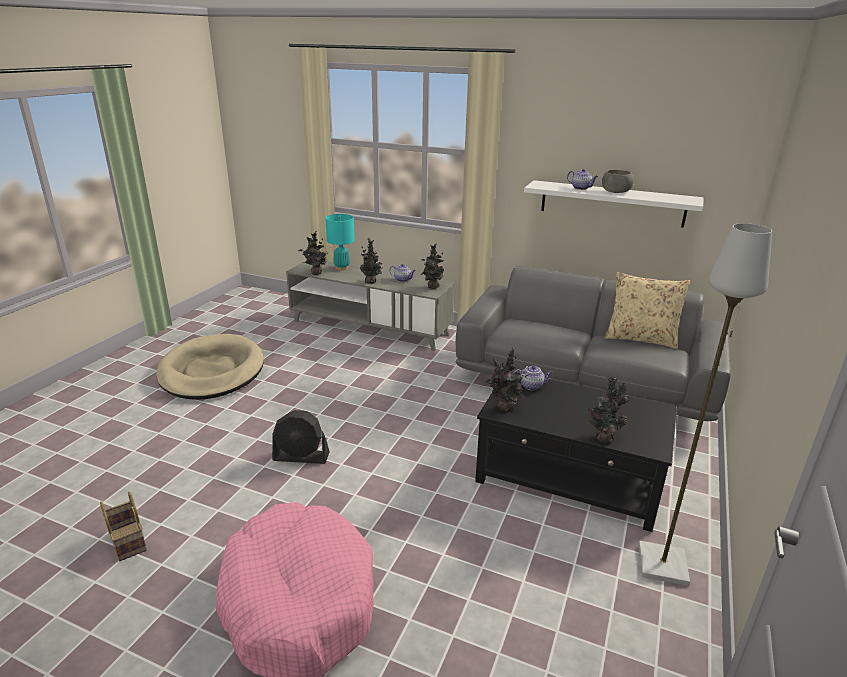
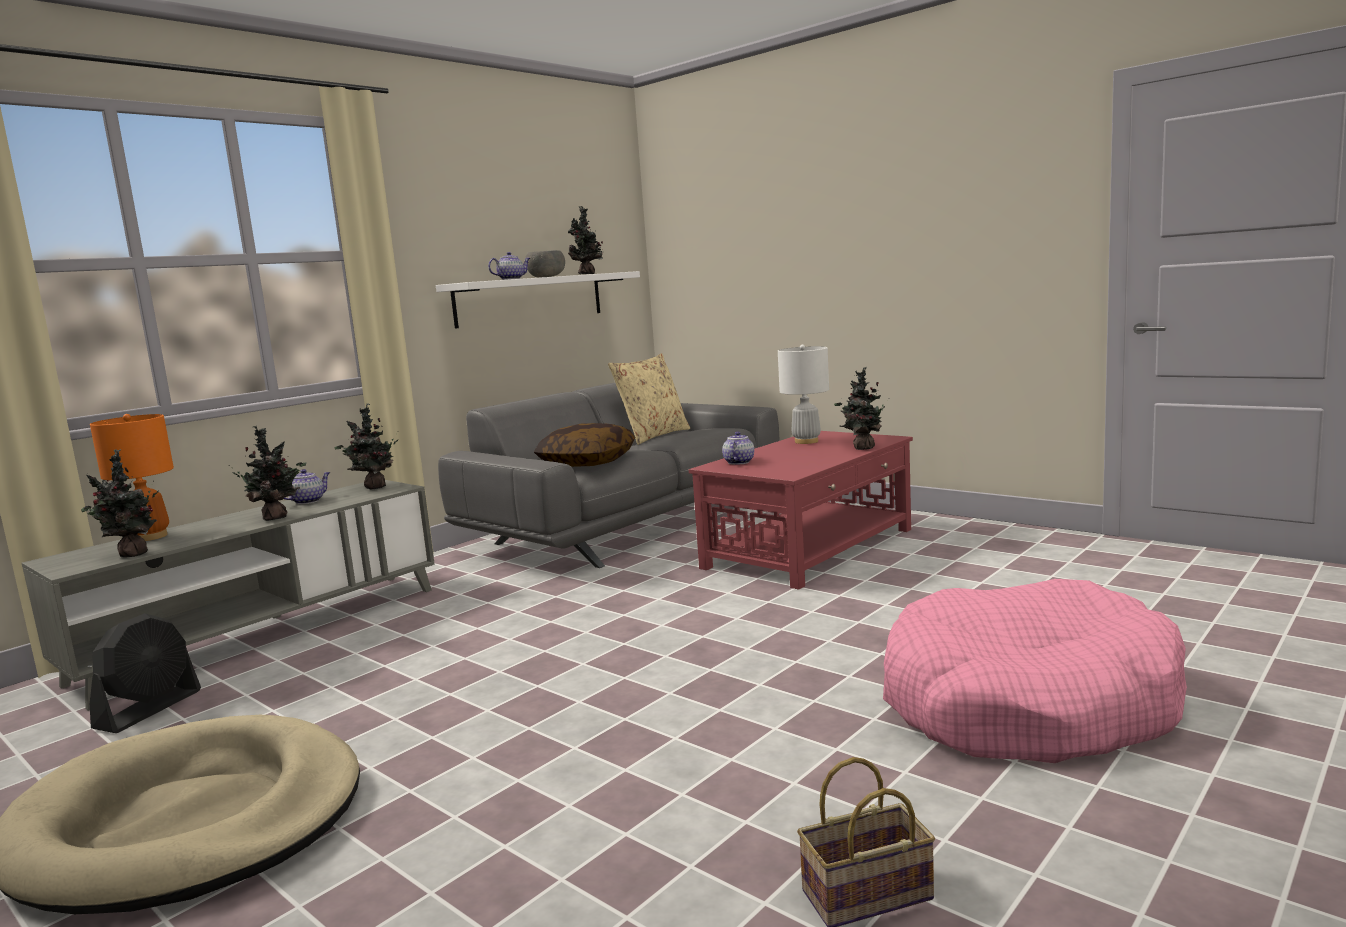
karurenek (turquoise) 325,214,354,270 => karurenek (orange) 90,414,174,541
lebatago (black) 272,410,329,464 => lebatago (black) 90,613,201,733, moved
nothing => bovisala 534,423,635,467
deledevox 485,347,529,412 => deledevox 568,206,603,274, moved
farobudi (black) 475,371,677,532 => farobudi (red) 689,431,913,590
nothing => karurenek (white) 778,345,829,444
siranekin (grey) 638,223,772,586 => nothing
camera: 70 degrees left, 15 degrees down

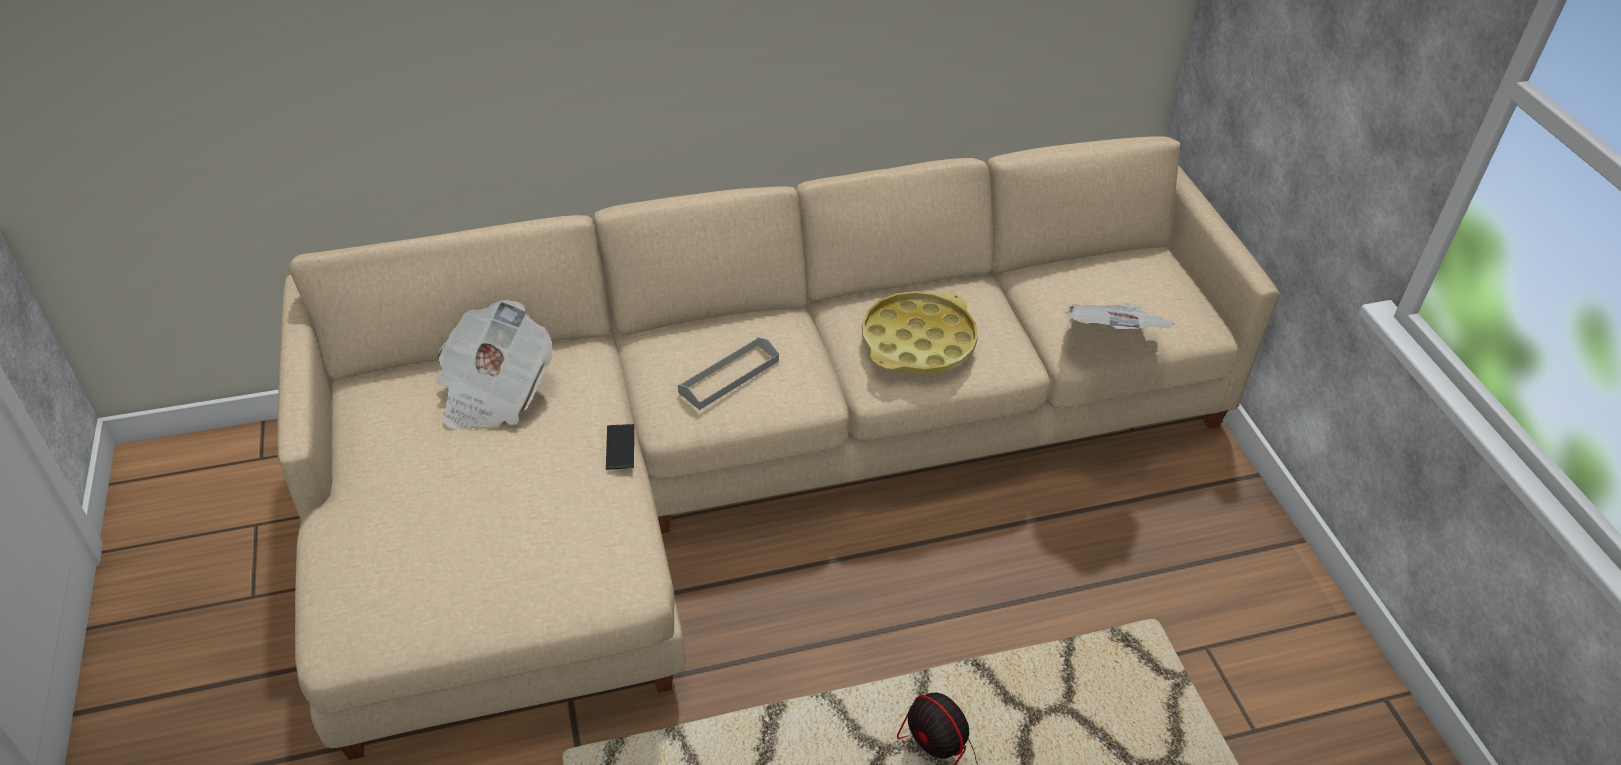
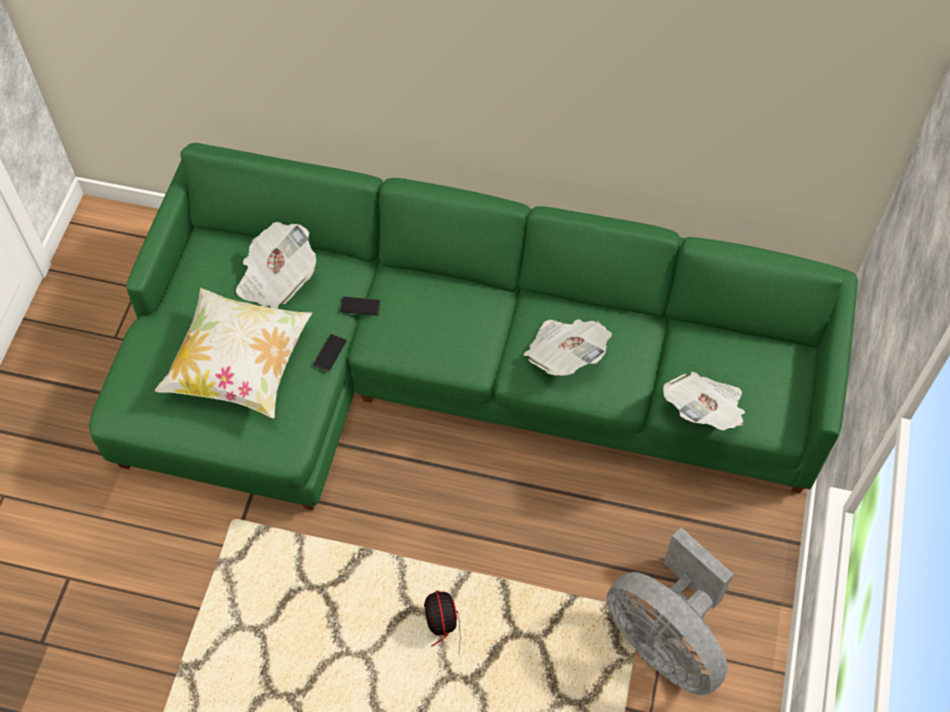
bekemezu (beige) 277,136,1280,760 => bekemezu (green) 89,143,858,510
nothing => bovisala 155,288,312,418
nothing => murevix 340,296,381,316
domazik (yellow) 862,291,978,375 => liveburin 523,319,612,376
nothing => lebatago (grey) 607,527,734,696
domazik (grey) 678,337,779,410 => nothing
camera: 30 degrees right, 15 degrees up

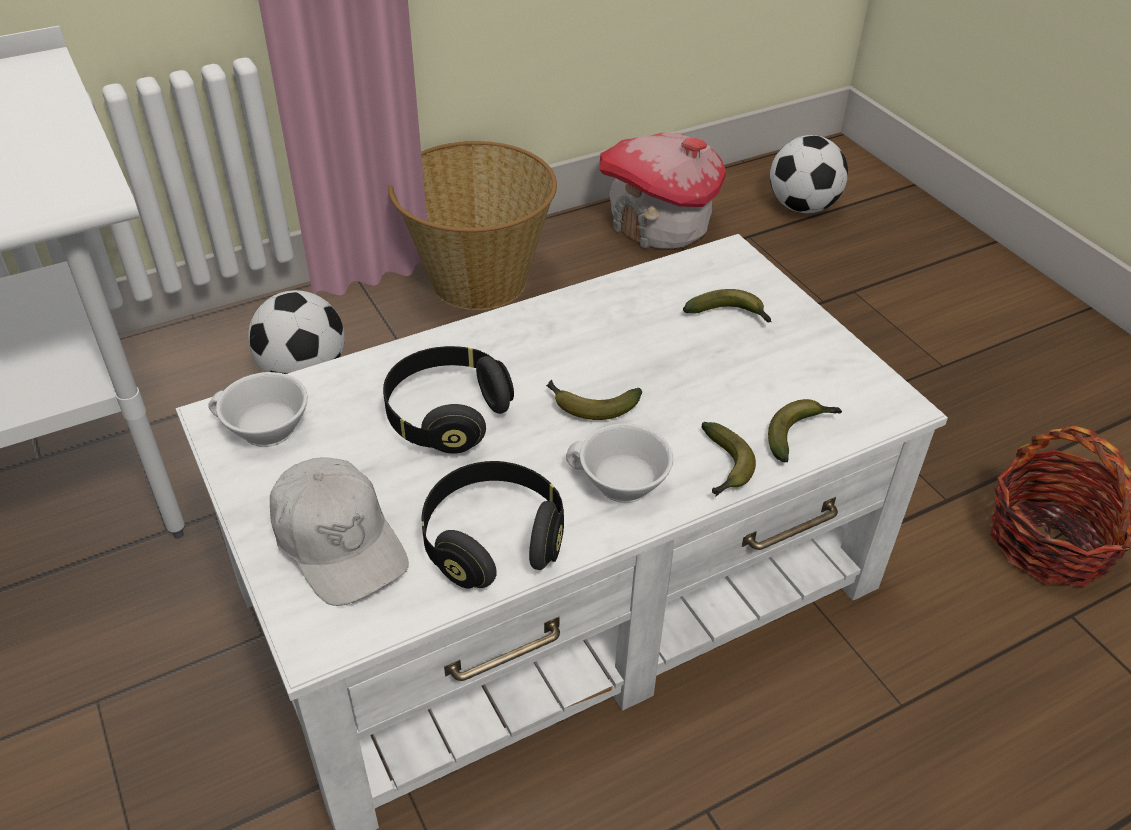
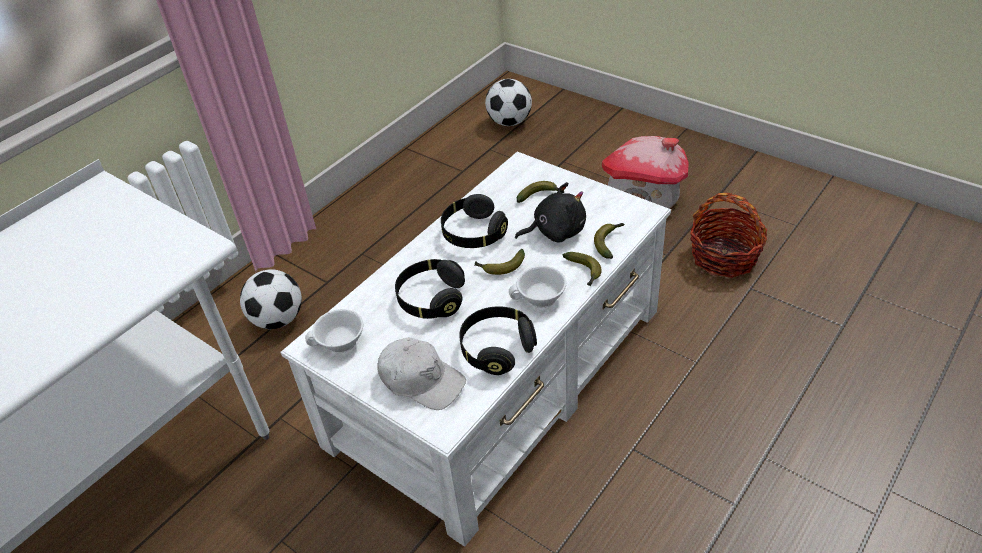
nothing => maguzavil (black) 441,194,508,248
nothing => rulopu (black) 515,182,586,243
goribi 599,132,726,249 => goribi 602,136,689,209, moved
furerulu 388,141,557,310 => nothing
camera: 20 degrees left, 0 degrees up

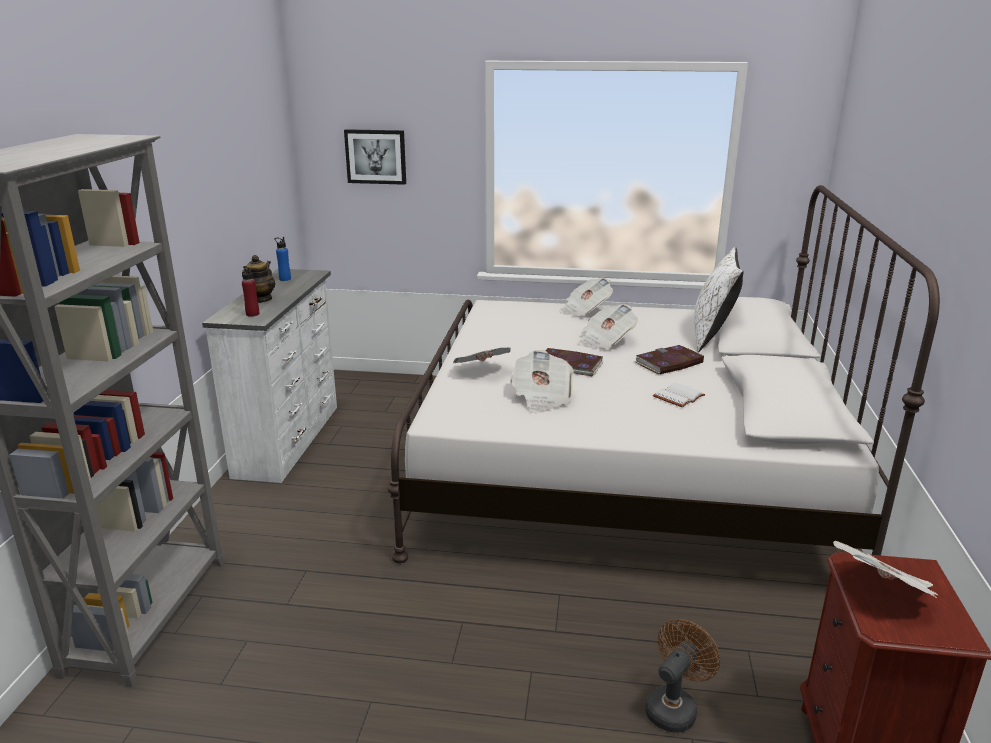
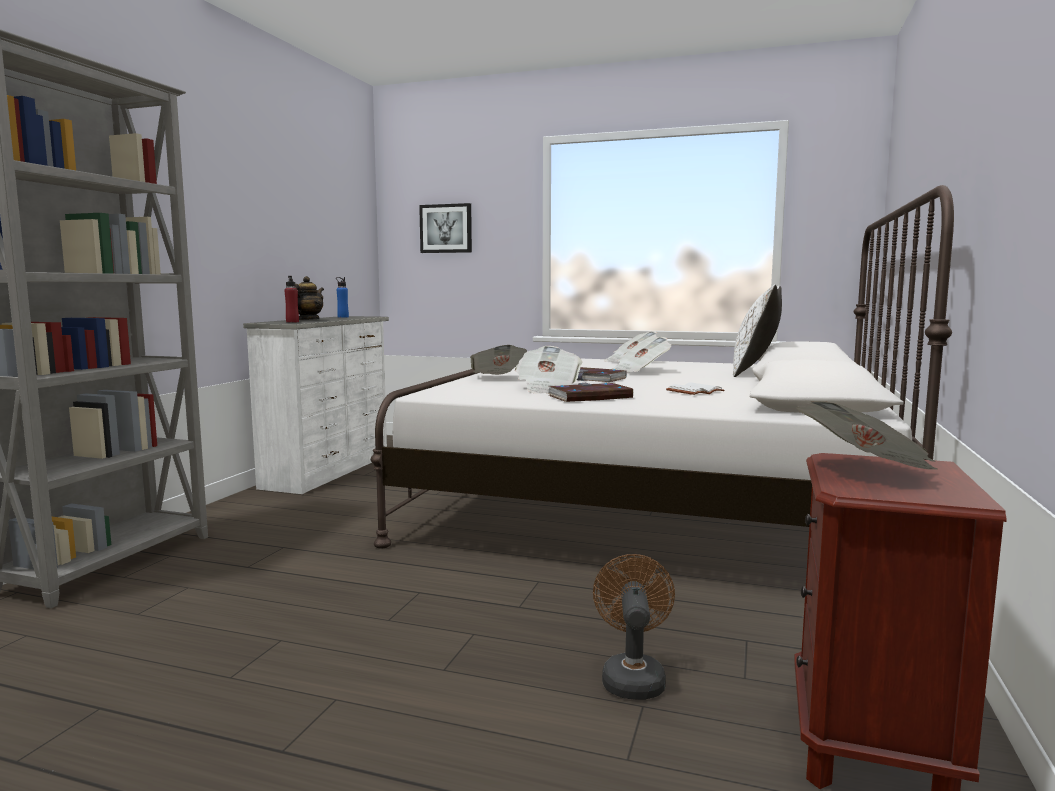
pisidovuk 635,345,704,374 => pisidovuk 547,383,633,402, moved
lebatago (brown) 645,619,720,733 => lebatago (brown) 593,554,675,700, 45 degrees counterclockwise
camera: 10 degrees right, 15 degrees down

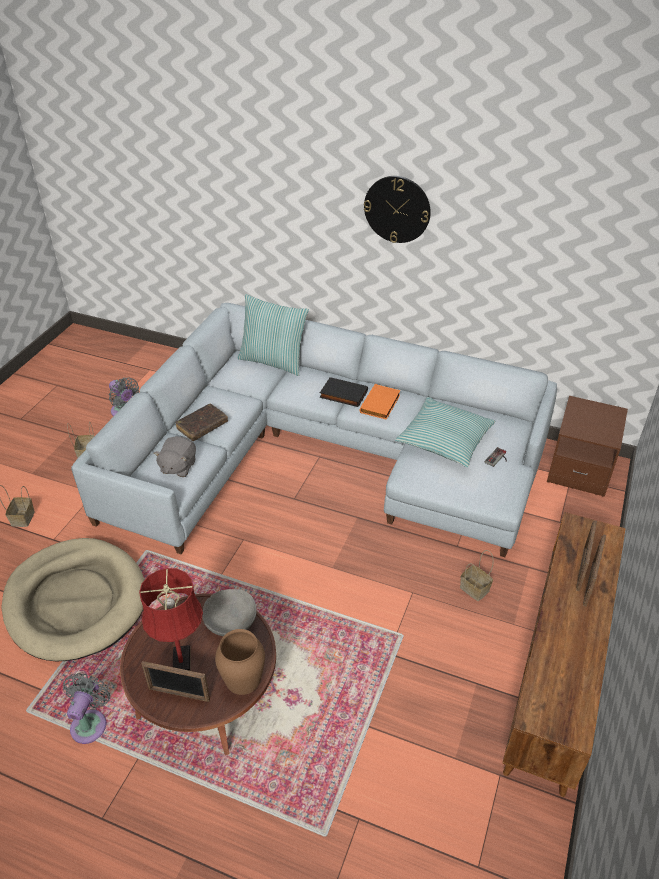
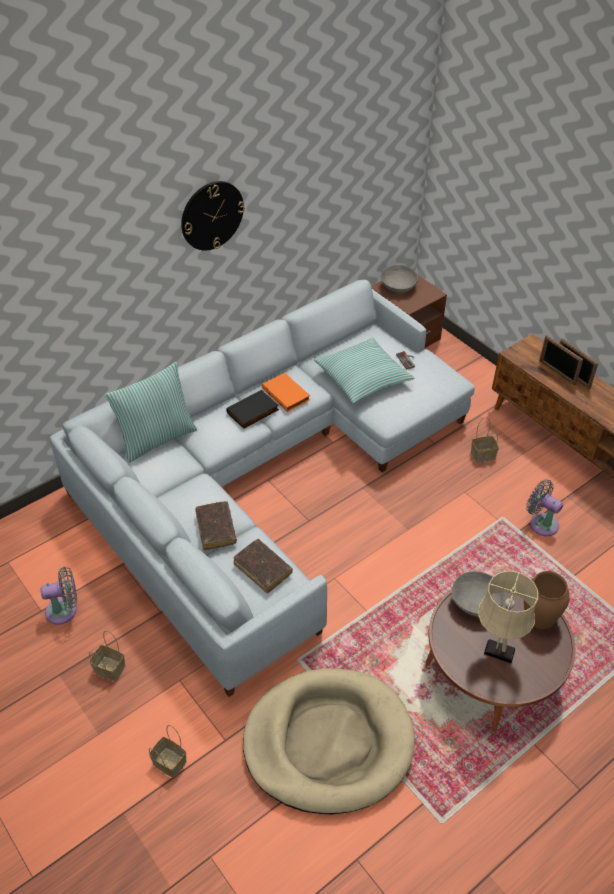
rulopu (grey) 154,436,196,477 => pisidovuk (brown) 233,539,293,593
nothing => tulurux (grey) 381,265,418,293
karurenek (red) 139,568,203,671 => karurenek (beige) 478,571,538,663
lebatago (grey) 63,673,111,744 => lebatago (grey) 526,479,563,536, moved
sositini 141,661,210,702 => nothing
camera: 60 degrees left, 5 degrees up

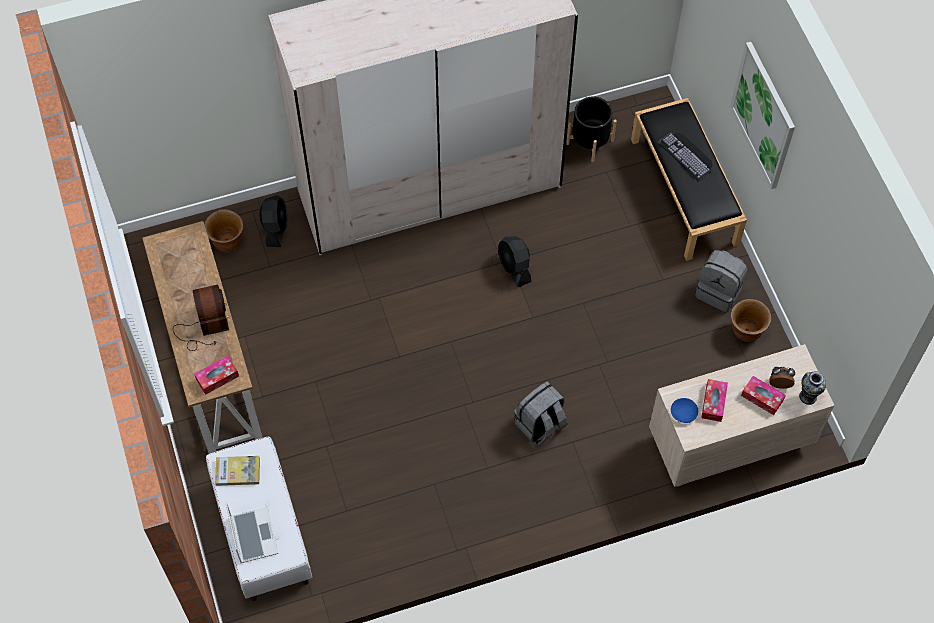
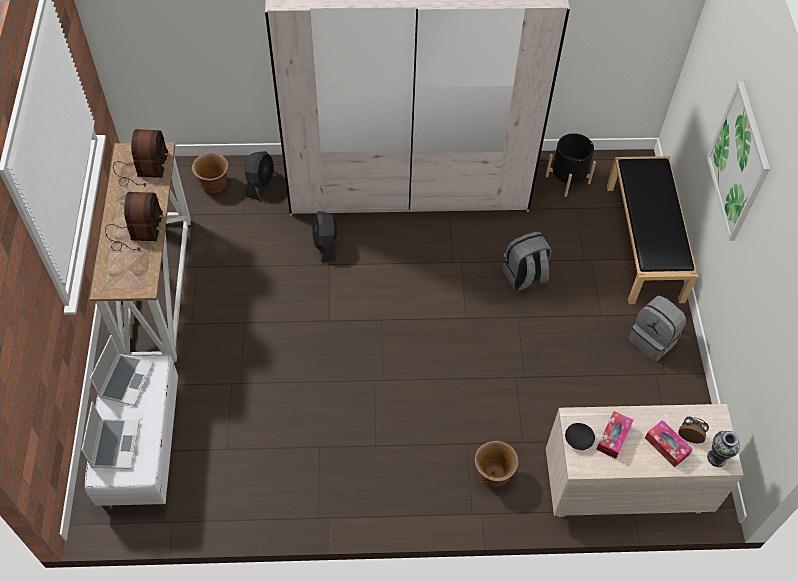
pisidovuk 215,456,260,486 => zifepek 90,335,154,406
nothing => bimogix 113,129,168,186
lebatago (black) 498,236,531,287 => lebatago (black) 312,211,337,262, moved
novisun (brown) 731,299,771,342 => novisun (brown) 475,441,519,487, moved
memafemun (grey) 514,381,568,445 => memafemun (grey) 502,232,552,291, moved
tulurux (blue) 671,398,698,423 => tulurux (black) 565,423,595,450
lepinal 194,356,239,395 => nothing
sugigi 659,133,713,180 => nothing
camera: 15 degrees right, 5 degrees down

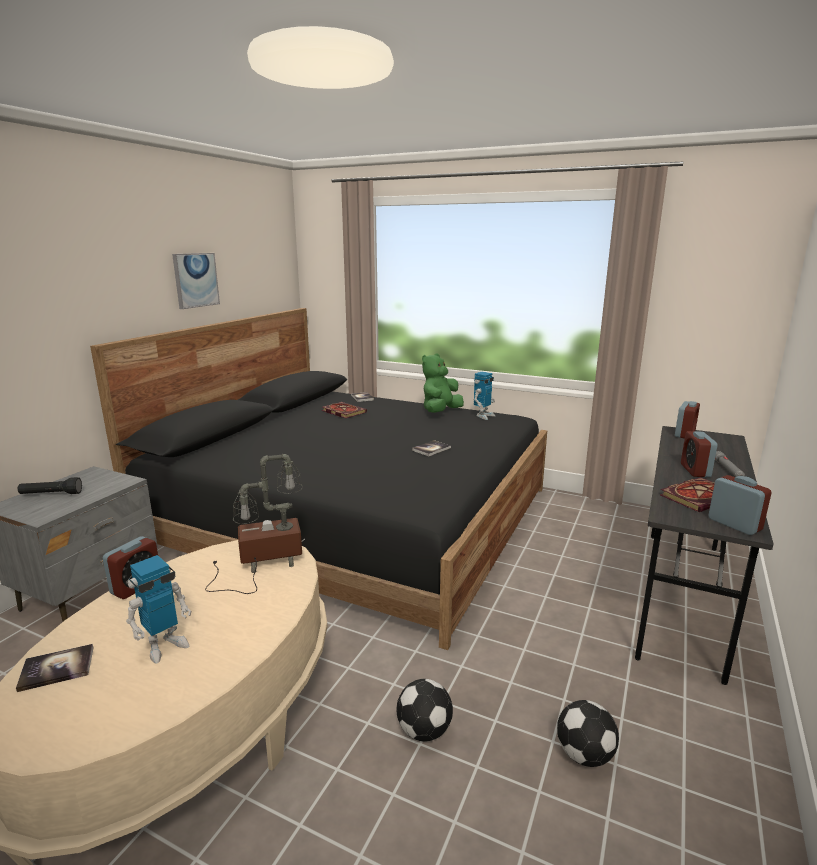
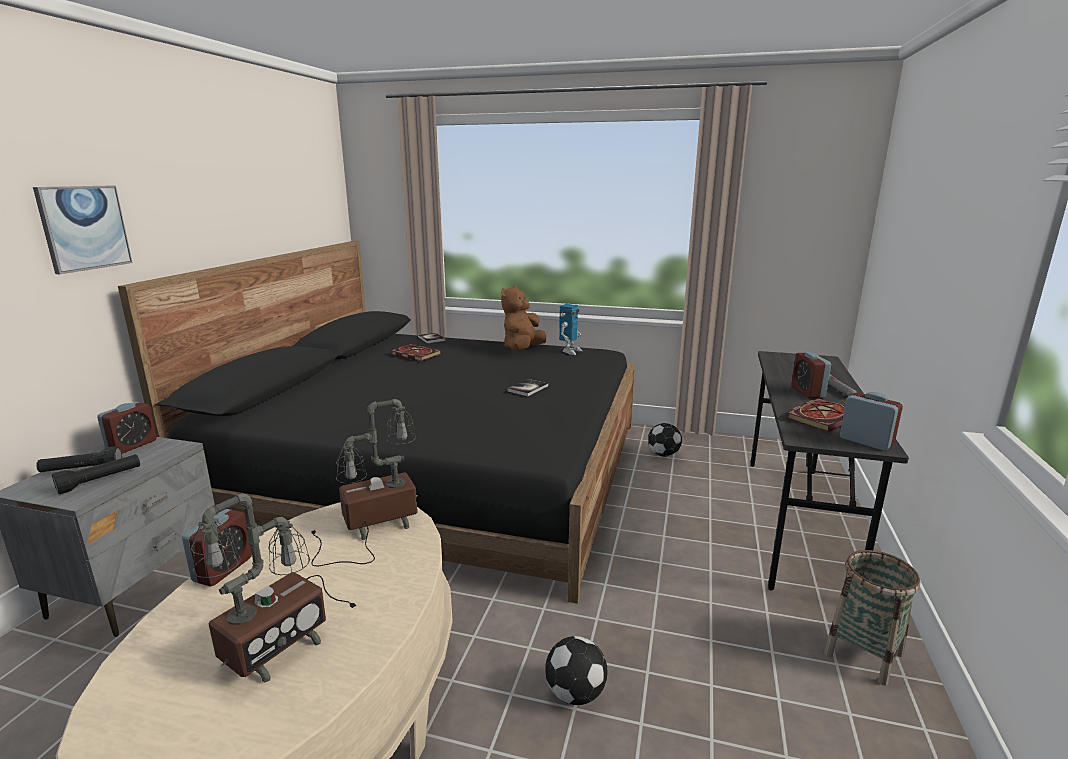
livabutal 172,253,220,309 => livabutal 33,185,133,274, moved
nothing => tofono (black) 52,454,140,494
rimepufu 675,401,700,439 => rimepufu 97,402,157,454, moved
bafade 126,555,191,664 => karurenek 191,493,356,683
rulopu (green) 422,353,464,413 => rulopu (brown) 501,286,547,350
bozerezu 557,700,619,767 => bozerezu 648,423,682,457, moved
nothing => furerulu 824,550,920,686
pisidovuk 16,644,94,692 => nothing
camera: 10 degrees left, 0 degrees up

